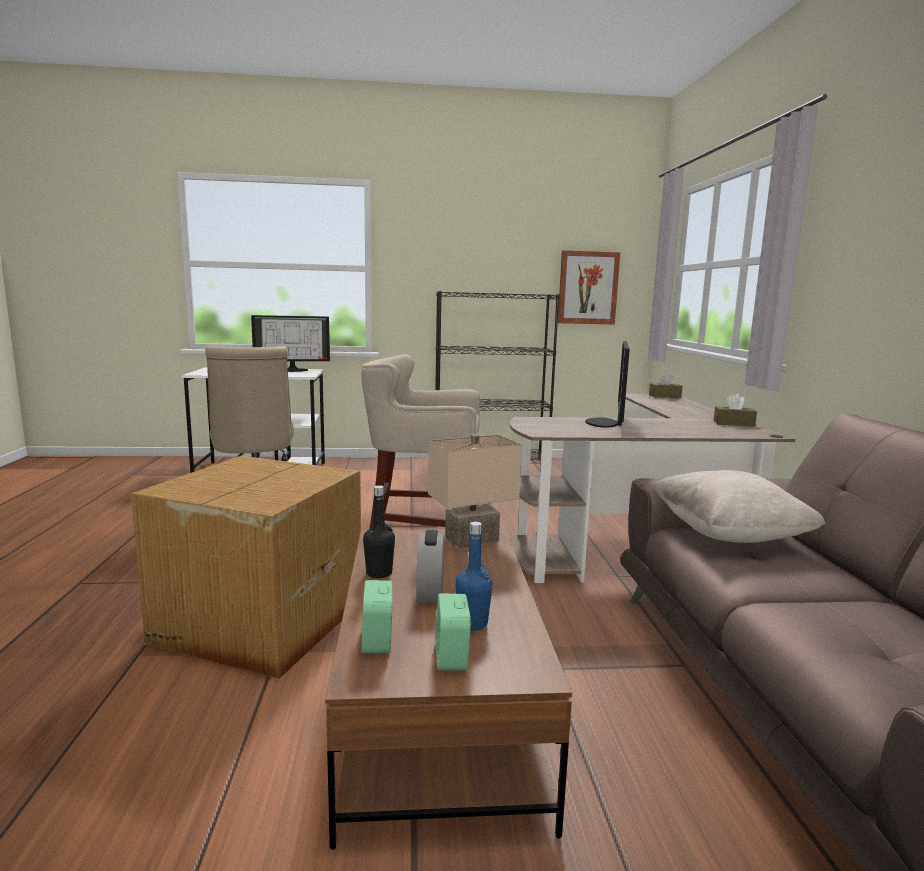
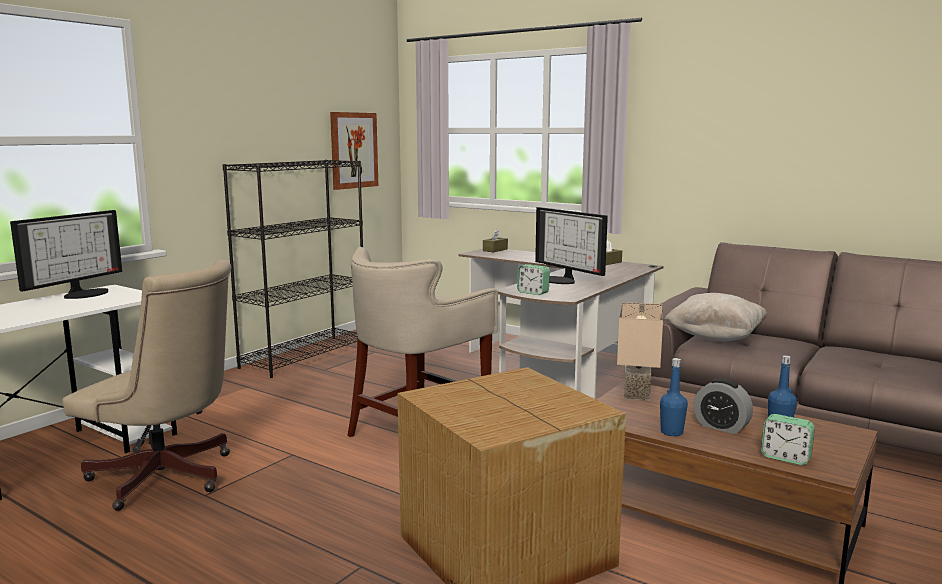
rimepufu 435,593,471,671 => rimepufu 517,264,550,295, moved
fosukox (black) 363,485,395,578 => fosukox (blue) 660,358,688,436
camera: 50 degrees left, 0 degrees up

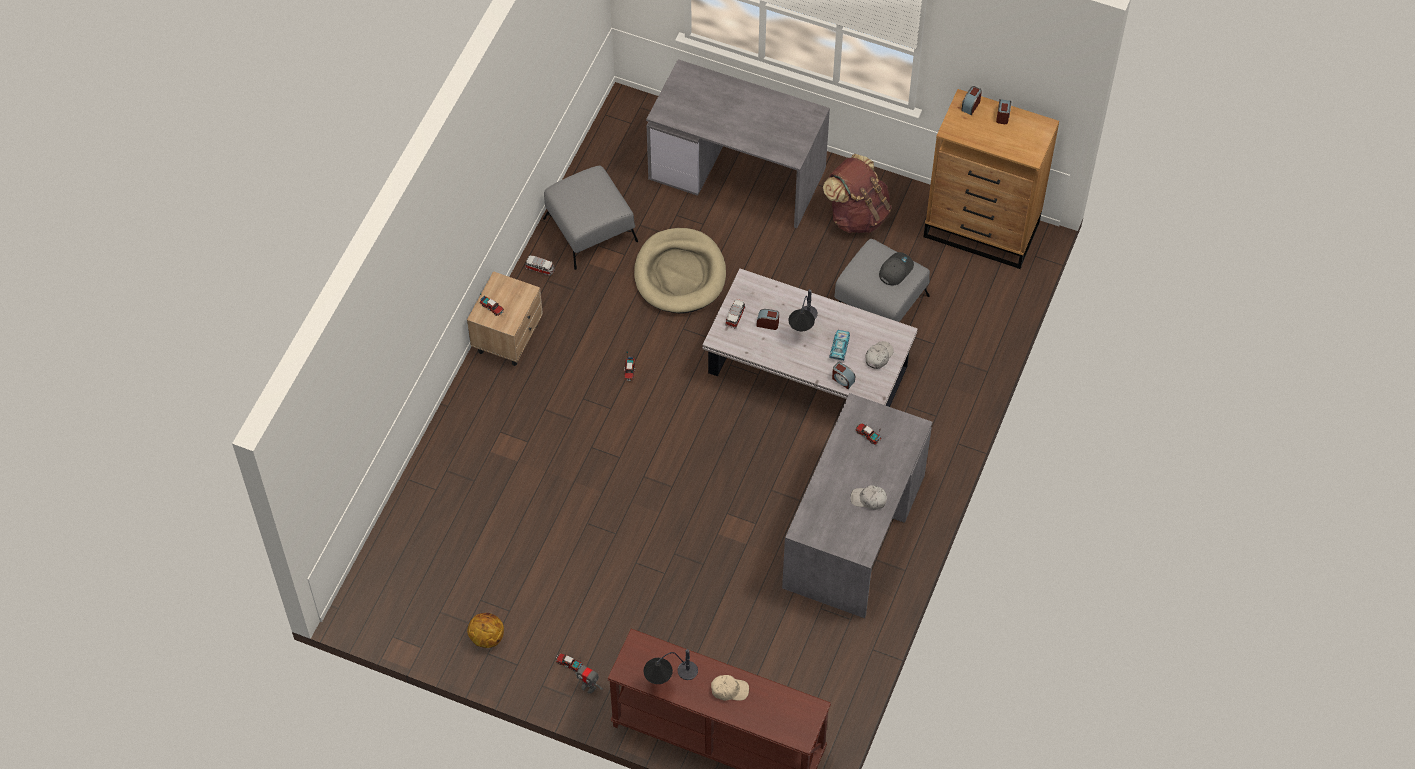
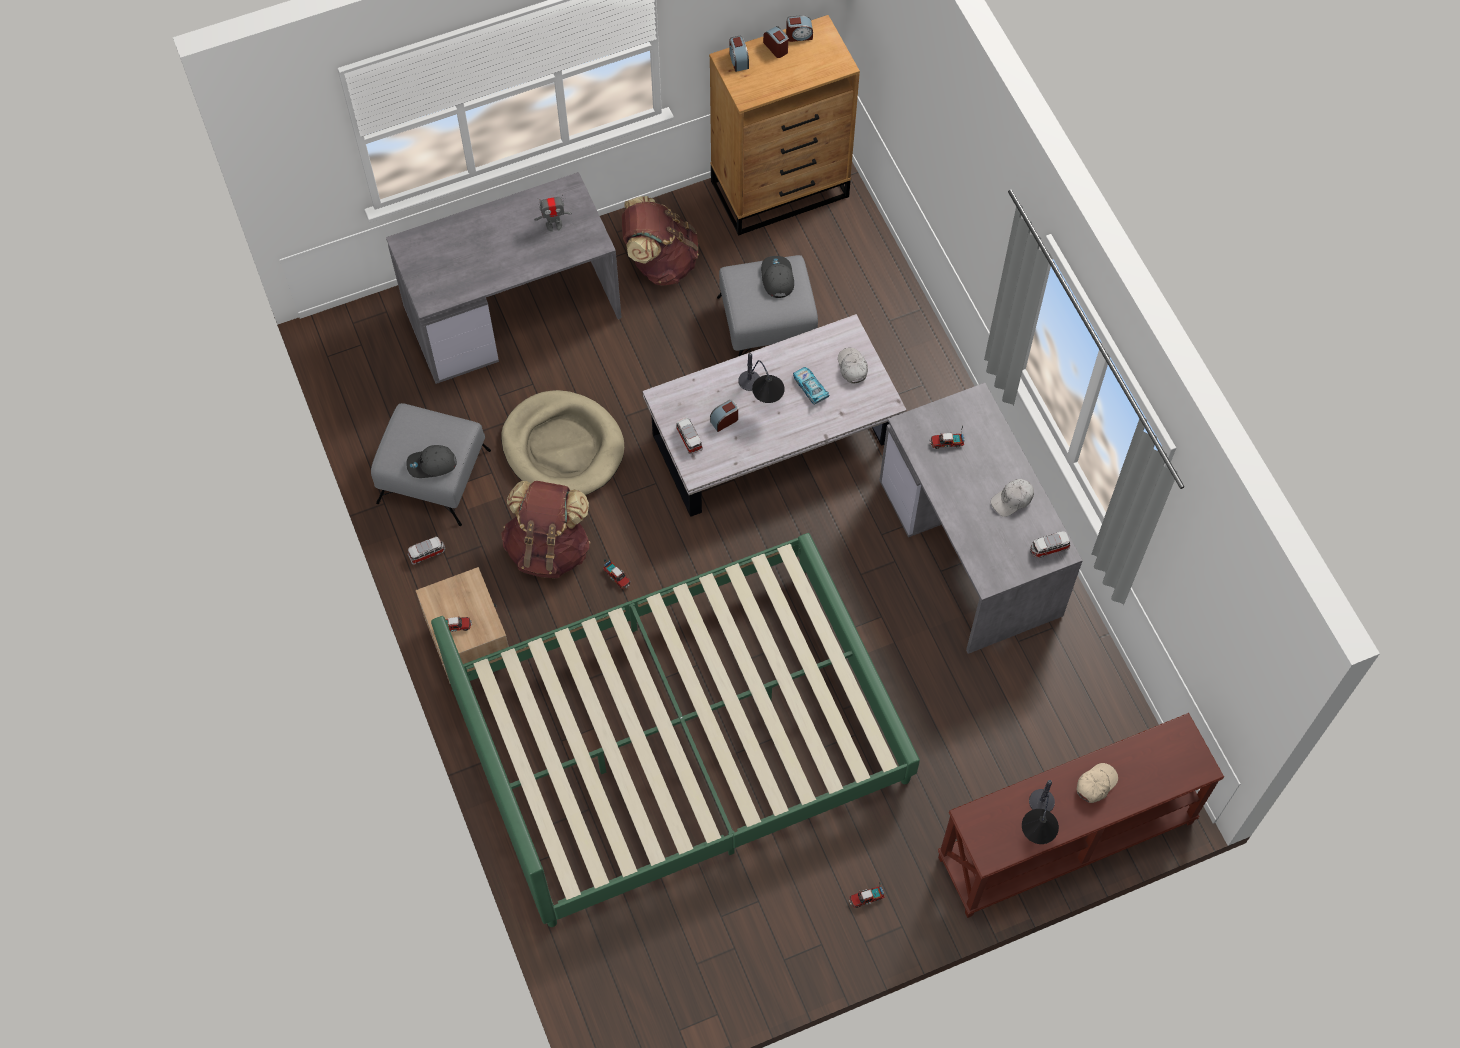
nothing => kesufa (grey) 406,445,457,478
nothing => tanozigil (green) 431,533,920,927
nothing => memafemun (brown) 501,481,591,578
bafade 575,663,603,694 => bafade 534,194,572,232, moved
rimepufu 832,362,855,389 => rimepufu 786,15,813,42, moved
nothing => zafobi 1030,531,1070,558
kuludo 467,613,504,648 => nothing
camera: 45 degrees left, 5 degrees up

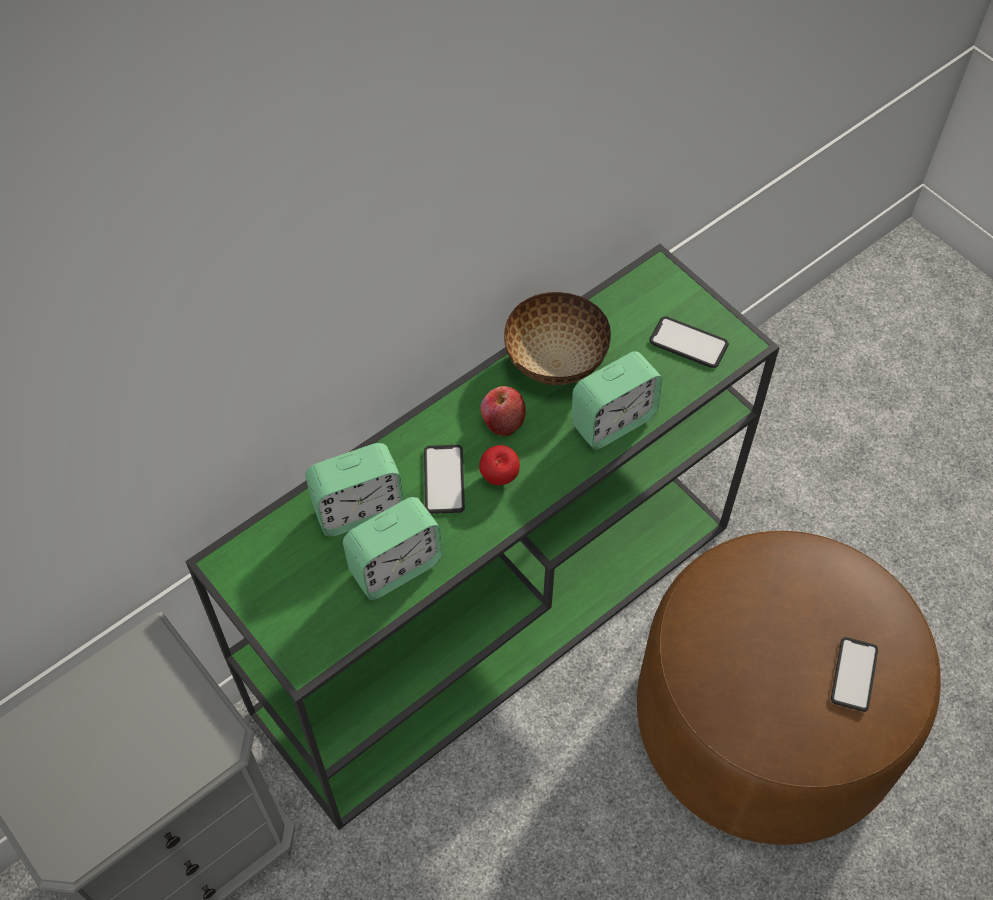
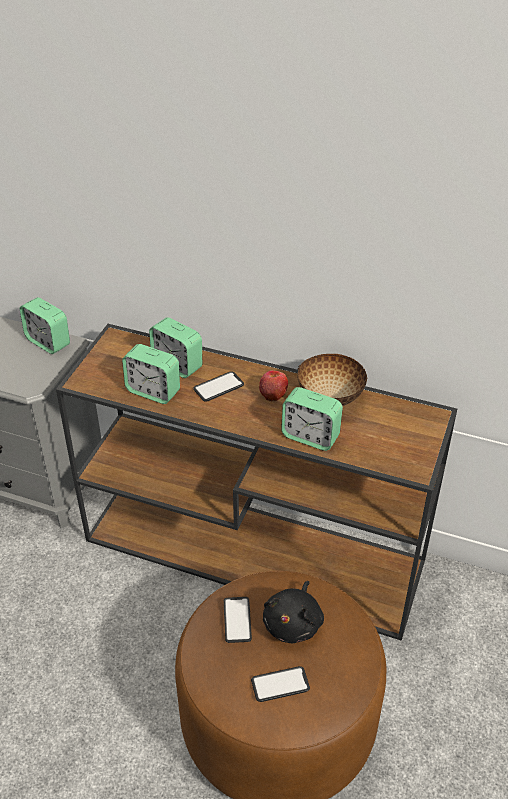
nothing => rimepufu 20,297,70,354
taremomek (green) 185,244,780,830 => taremomek (brown) 56,324,457,641
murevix 649,317,729,368 => murevix 224,597,252,643, moved
nothing => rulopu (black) 263,581,324,643
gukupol 479,445,520,485 => nothing
camera: 60 degrees right, 15 degrees down

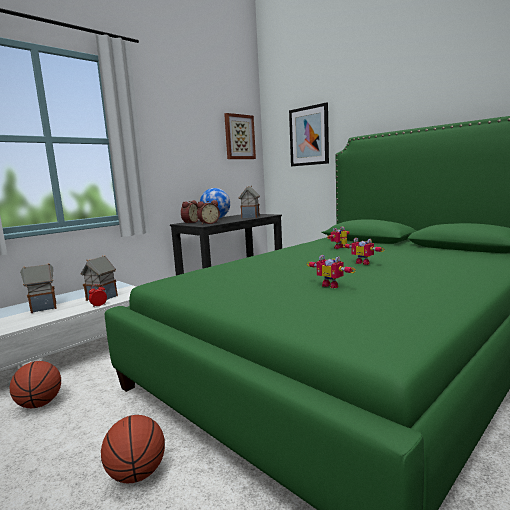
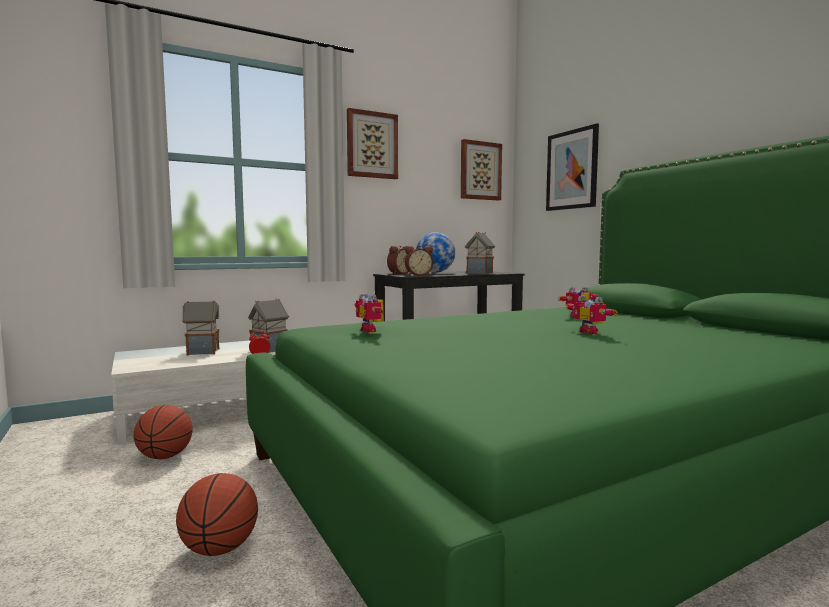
nothing => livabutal 347,108,398,179
bafade 307,255,356,288 => bafade 355,293,384,332, moved
camera: 15 degrees right, 5 degrees down

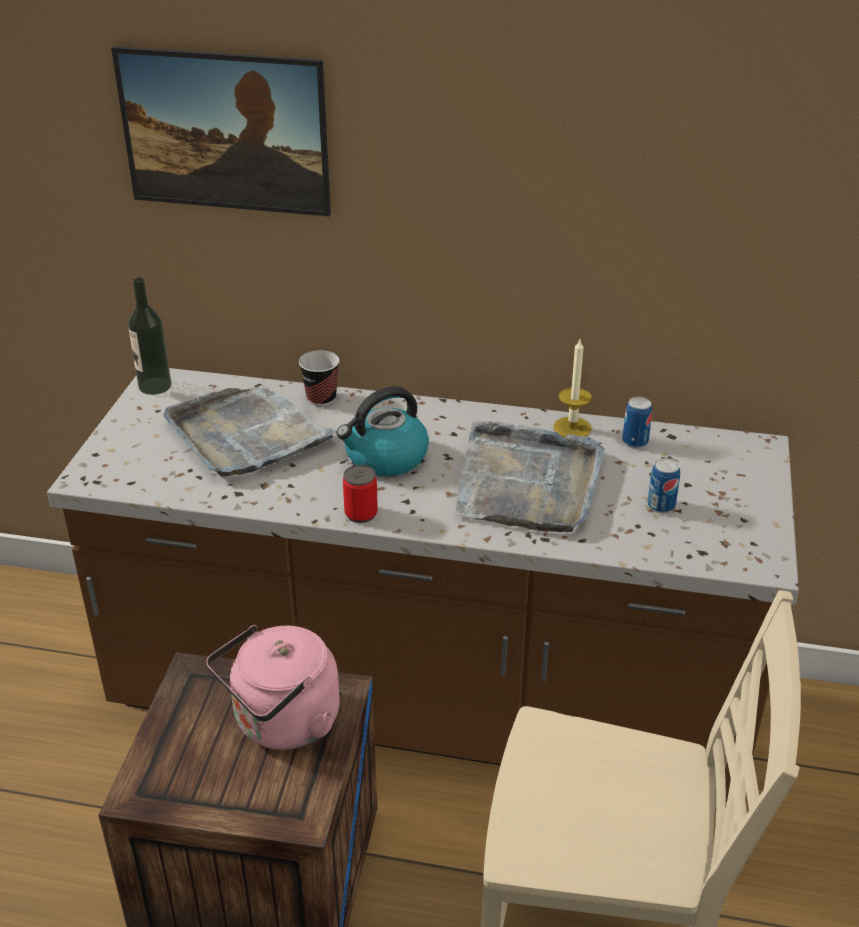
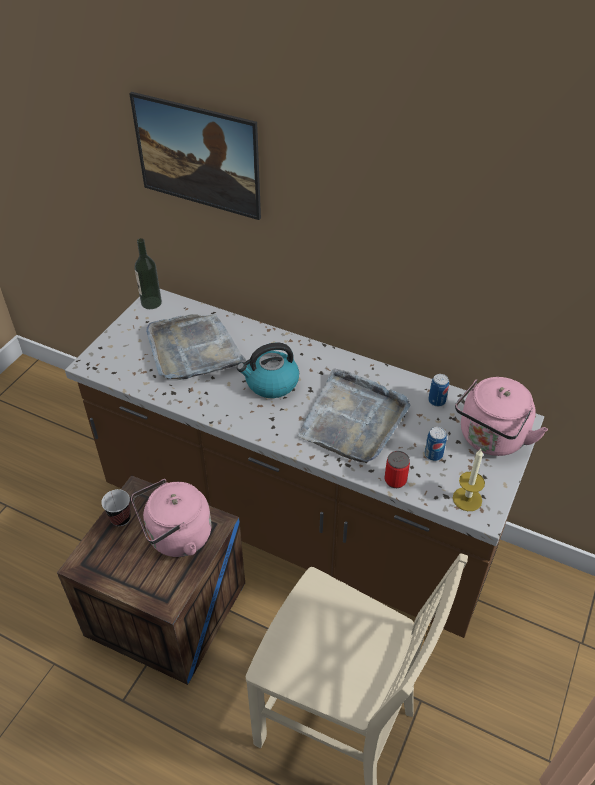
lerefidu 299,350,339,406 => lerefidu 101,489,131,526, moved
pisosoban 343,465,378,523 => pisosoban 385,451,410,488, moved
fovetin 553,339,592,437 => fovetin 453,449,485,511, moved
nothing => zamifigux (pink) 455,377,548,456
camera: 15 degrees right, 10 degrees up

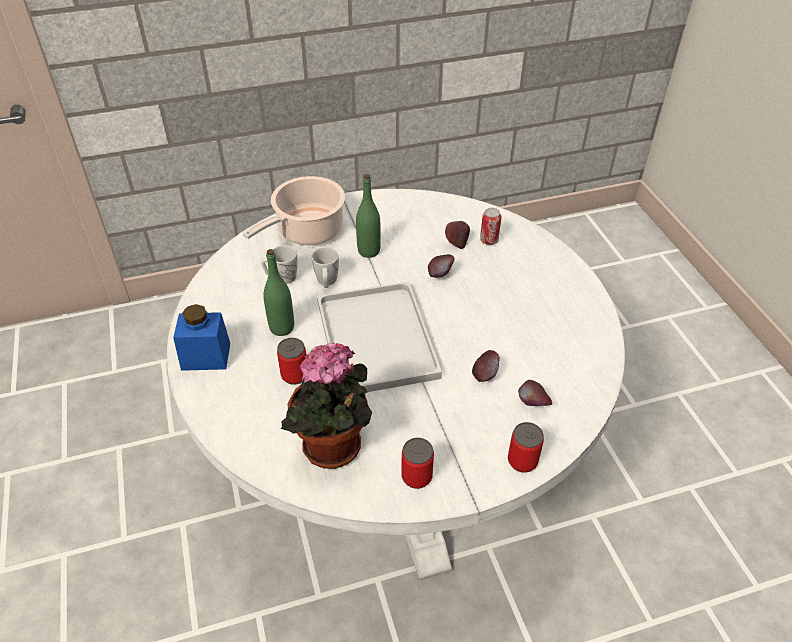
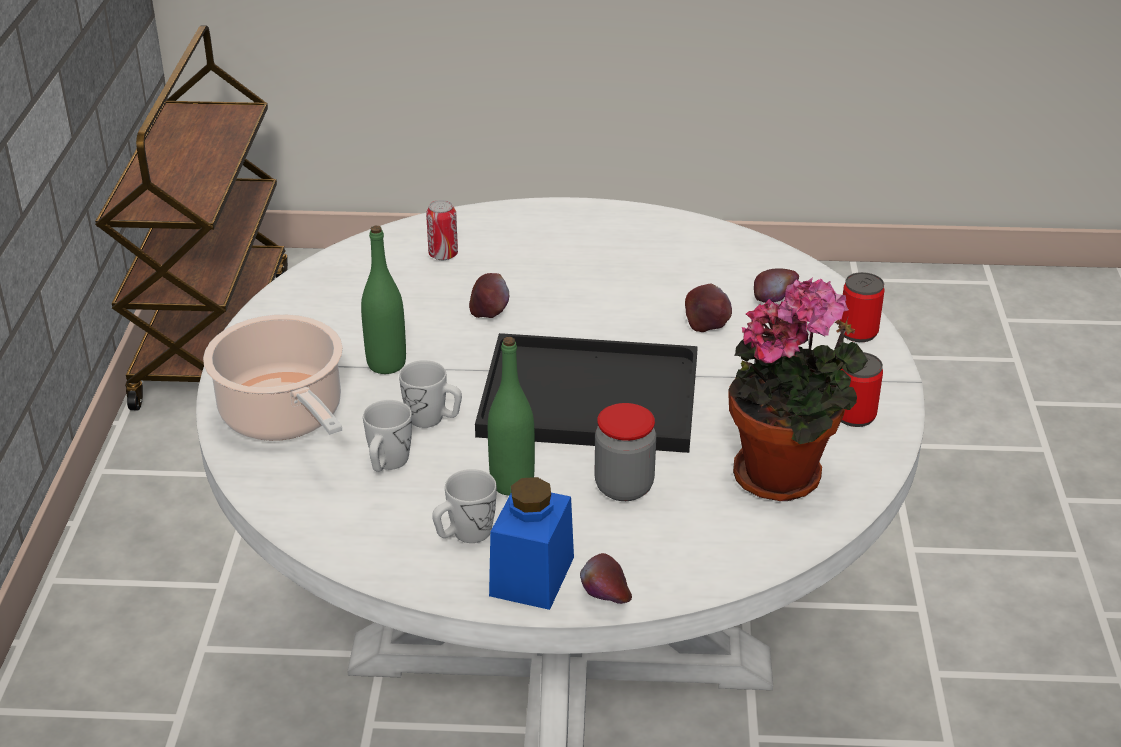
nothing => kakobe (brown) 95,26,288,410
nothing => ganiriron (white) 432,469,497,543
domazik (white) 317,281,442,392 => domazik (black) 475,333,698,453
gukupol 445,221,470,249 => gukupol 580,553,632,604, moved
pisosoban 277,338,306,385 => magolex 595,403,656,501
camera: 70 degrees left, 10 degrees down

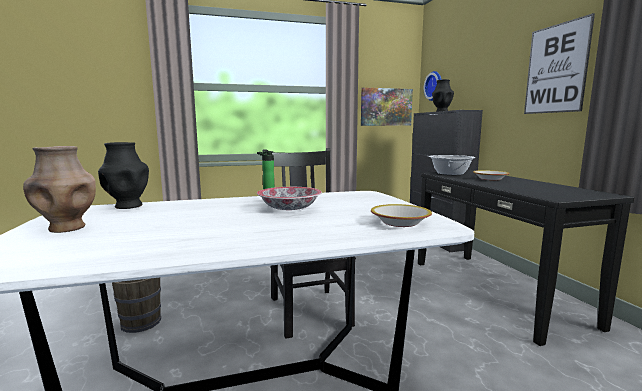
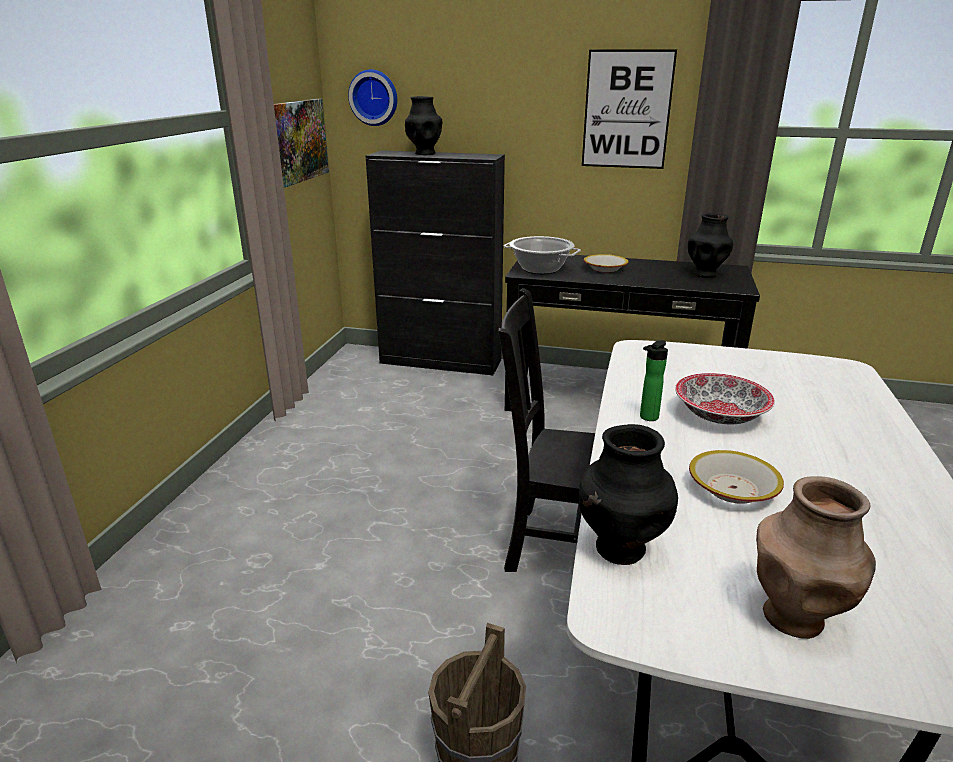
nothing => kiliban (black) 688,213,733,278
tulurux 371,204,432,227 => tulurux 689,450,784,504, moved
camera: 60 degrees left, 15 degrees up

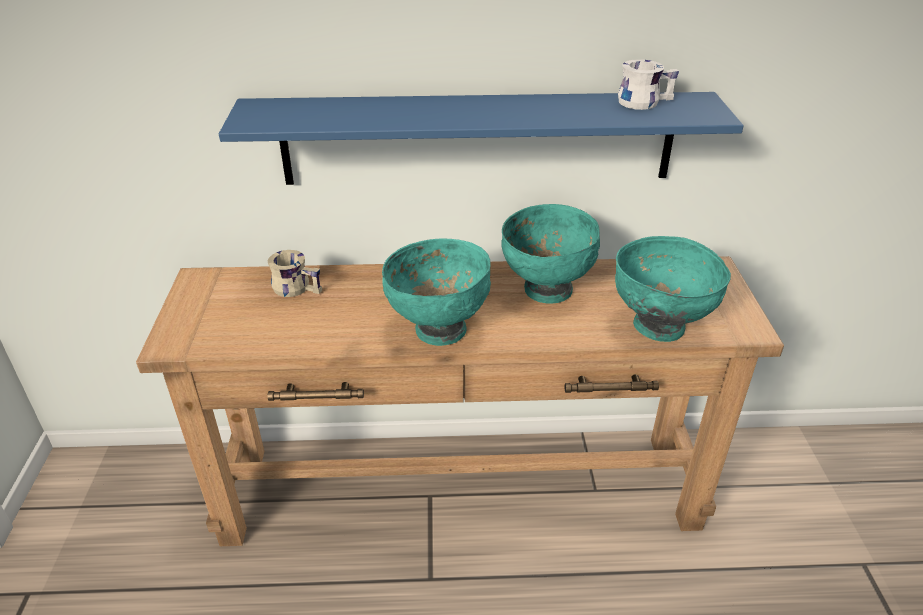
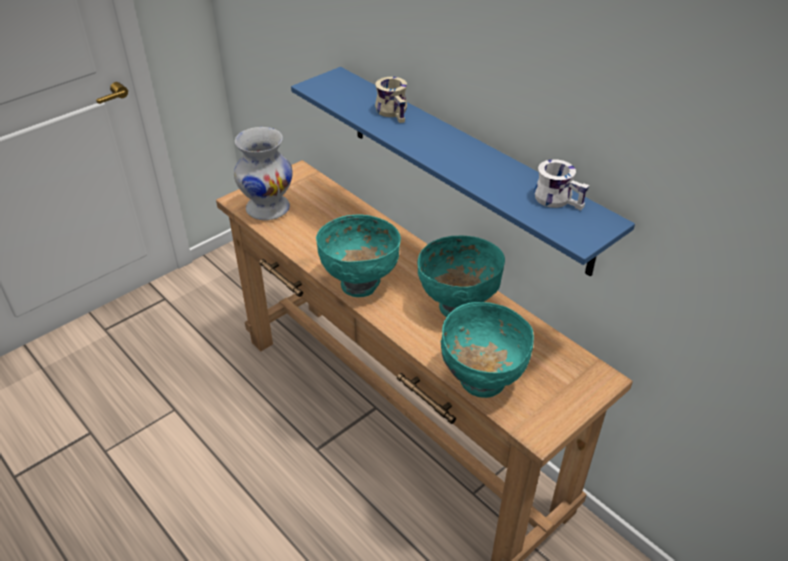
nothing => kiliban (white) 234,127,293,220
ganiriron (beige) 268,250,322,297 => ganiriron (beige) 375,77,407,123, moved
camera: 50 degrees right, 5 degrees up

